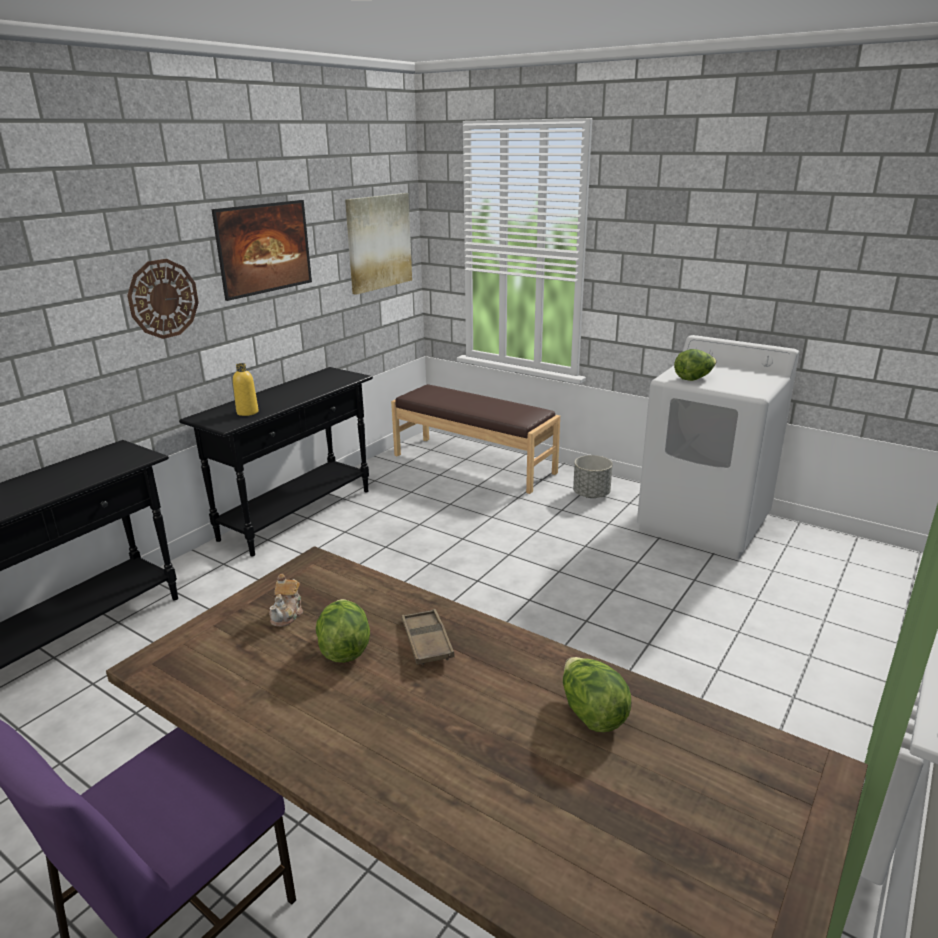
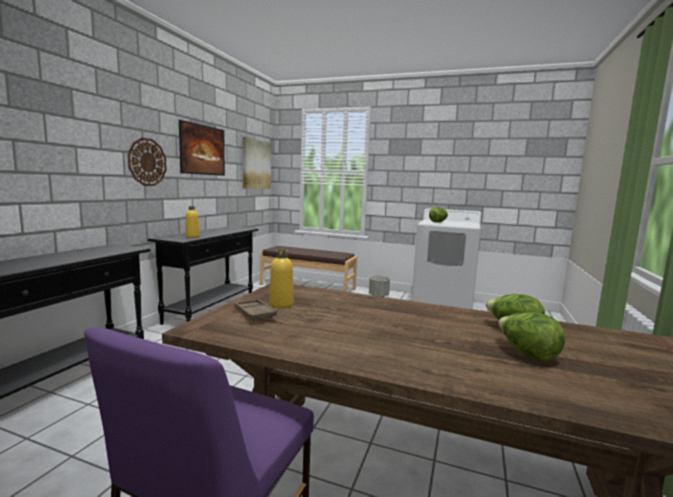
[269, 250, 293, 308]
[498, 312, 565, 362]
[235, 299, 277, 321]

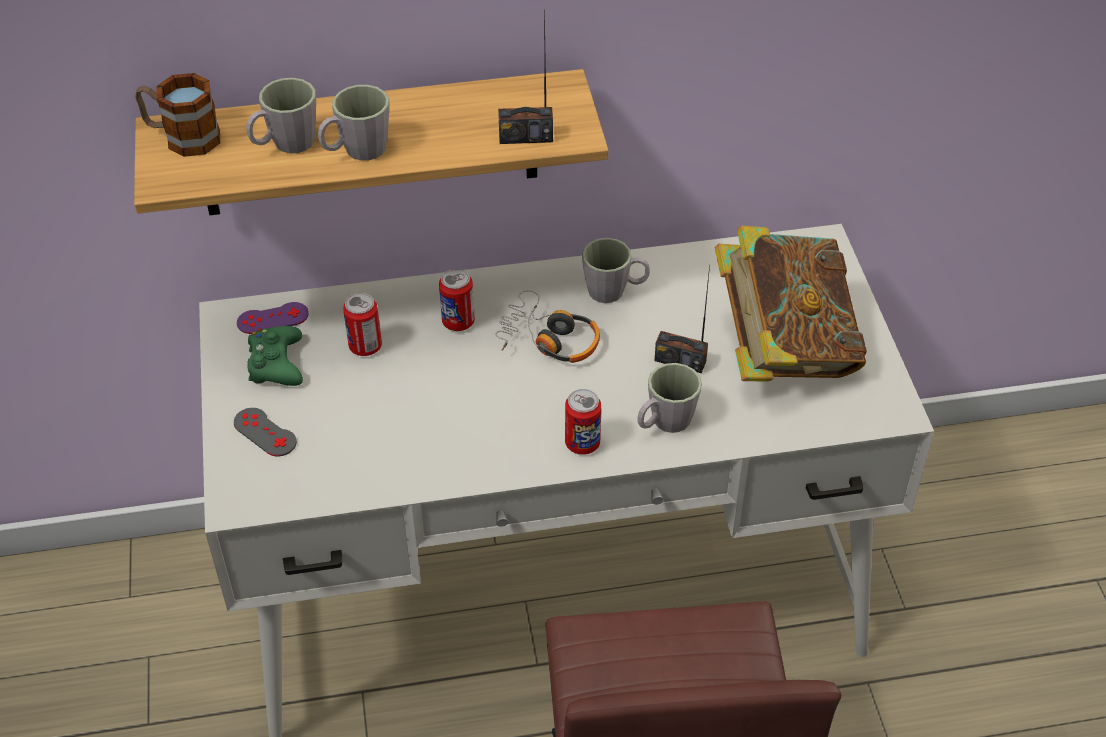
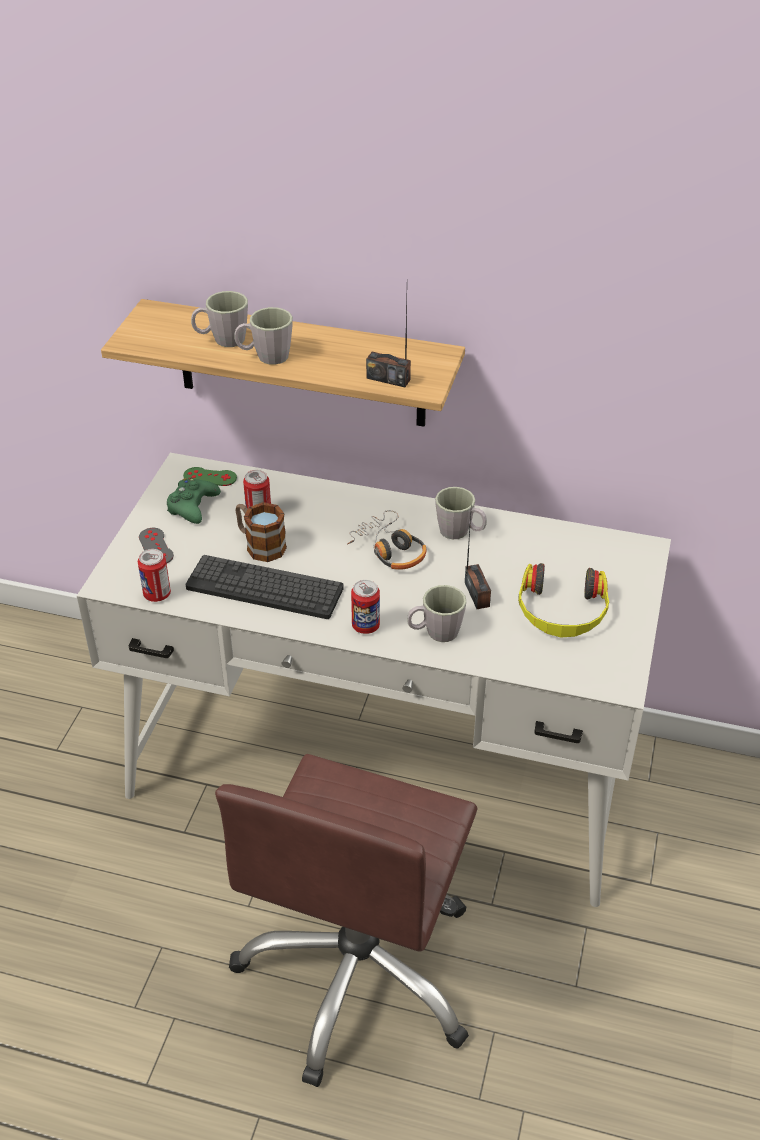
[235, 502, 287, 562]
[183, 467, 237, 486]
[138, 549, 171, 602]
[465, 514, 491, 609]
[518, 563, 609, 637]
[185, 555, 344, 619]

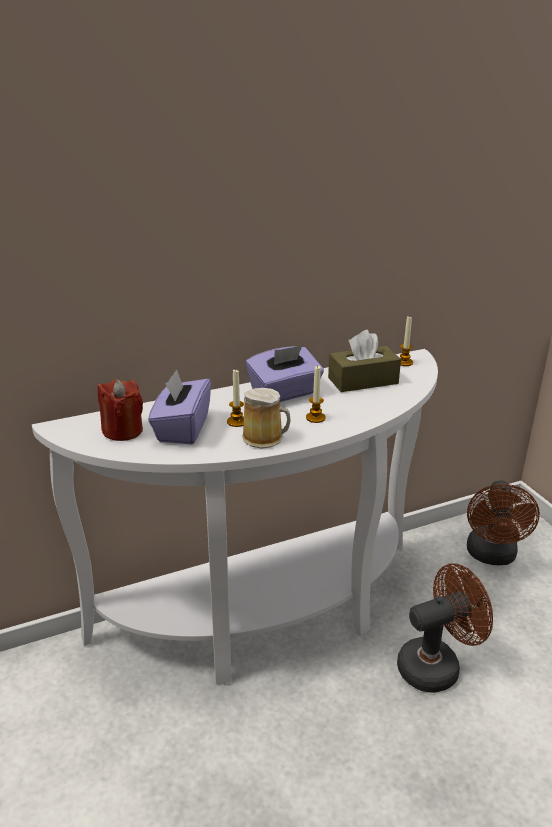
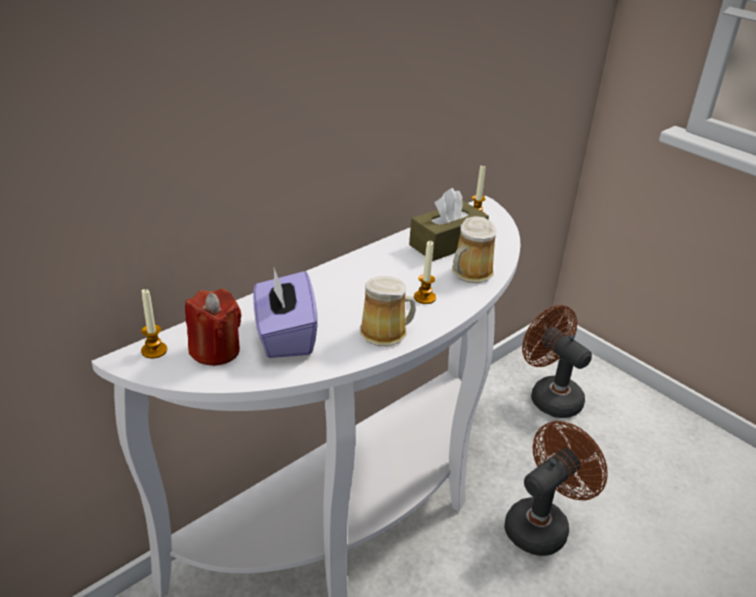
[141, 289, 167, 359]
[246, 345, 324, 402] (first image)
[522, 305, 592, 418]
[452, 216, 497, 283]

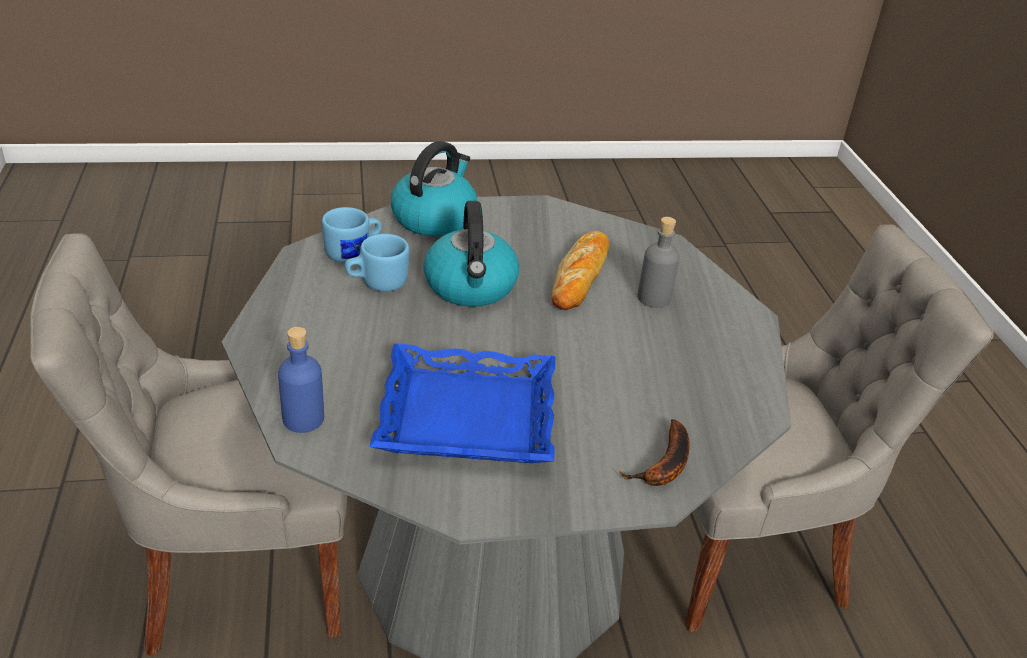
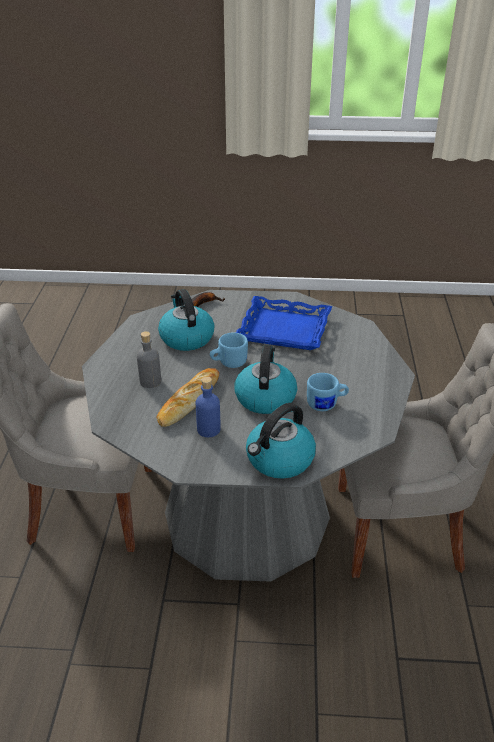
[196, 377, 220, 437]
[210, 332, 248, 368]
[158, 289, 214, 351]

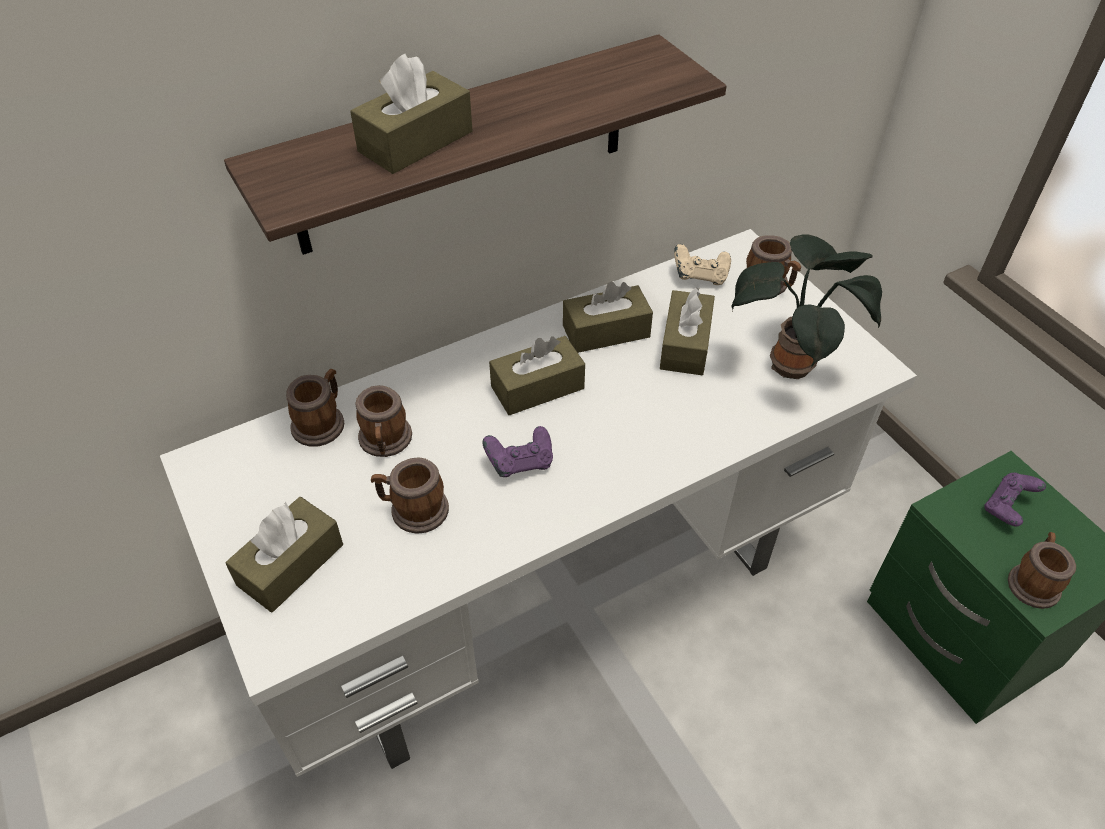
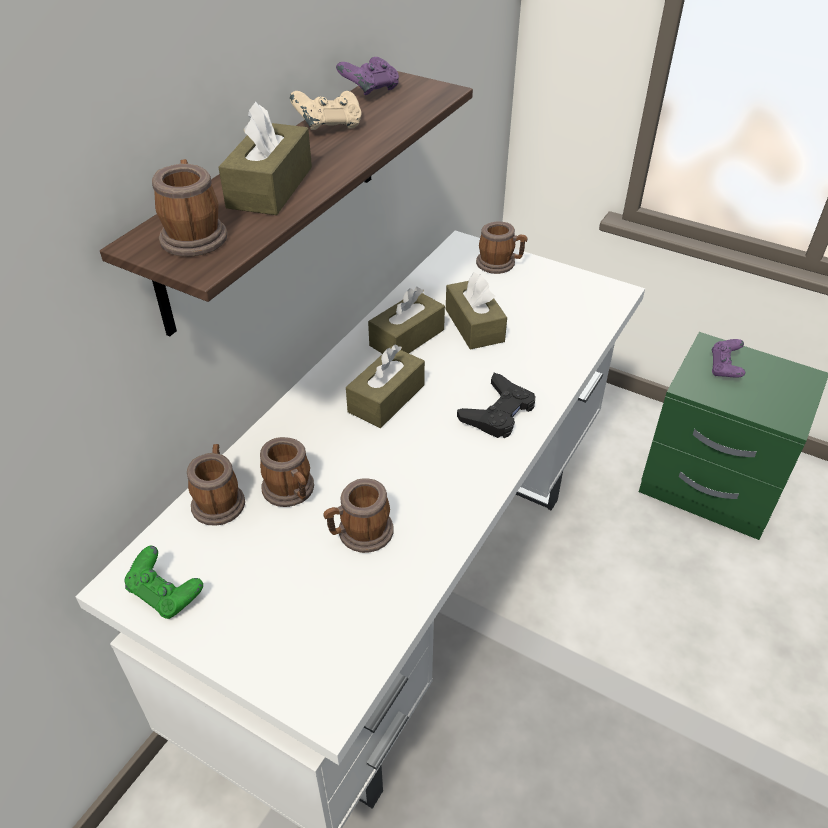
[225, 497, 343, 613] (first image)
[336, 57, 399, 95]
[290, 91, 361, 130]
[732, 234, 882, 379] (first image)
[152, 159, 228, 257]
[125, 546, 203, 619]
[457, 373, 535, 438]

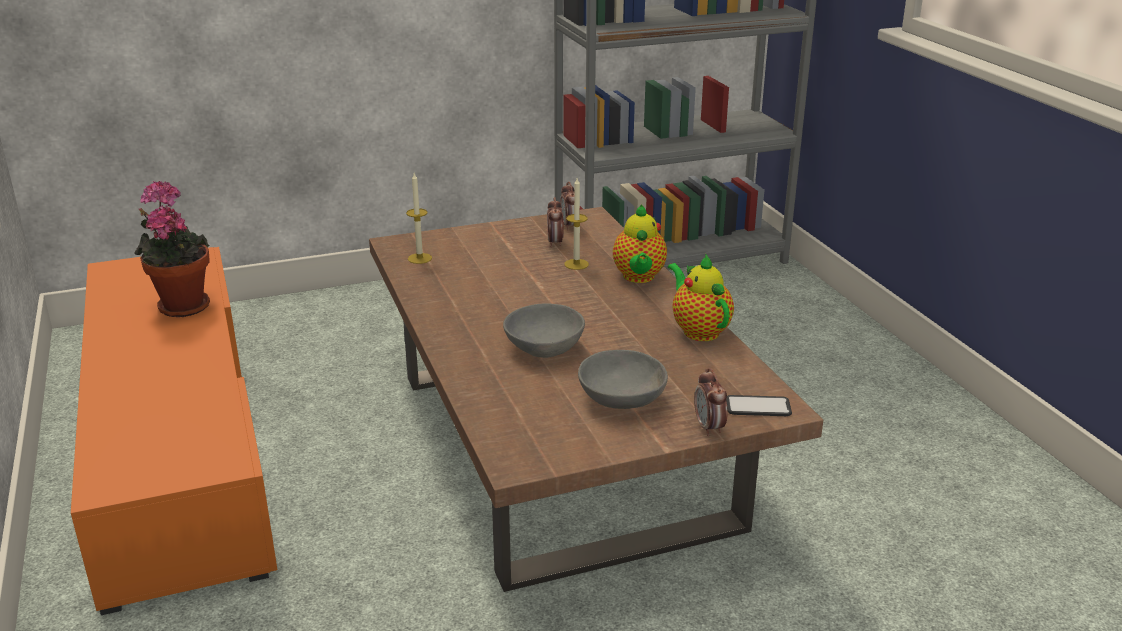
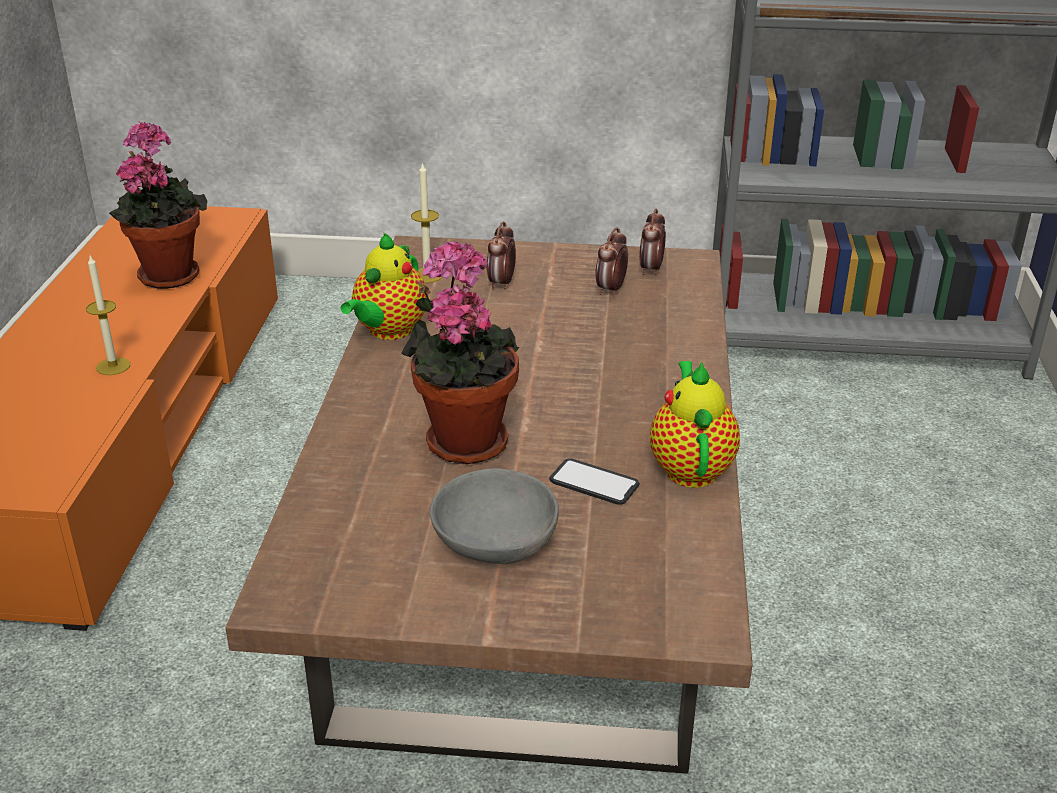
[402, 241, 519, 465]
[86, 256, 131, 375]
[341, 233, 428, 340]
[487, 221, 516, 290]
[549, 458, 640, 505]

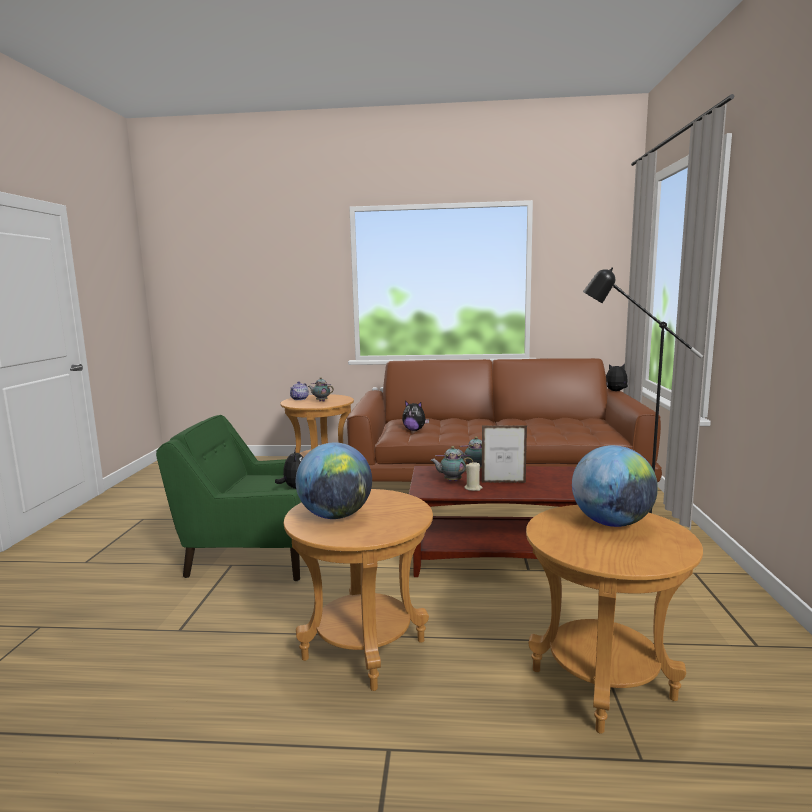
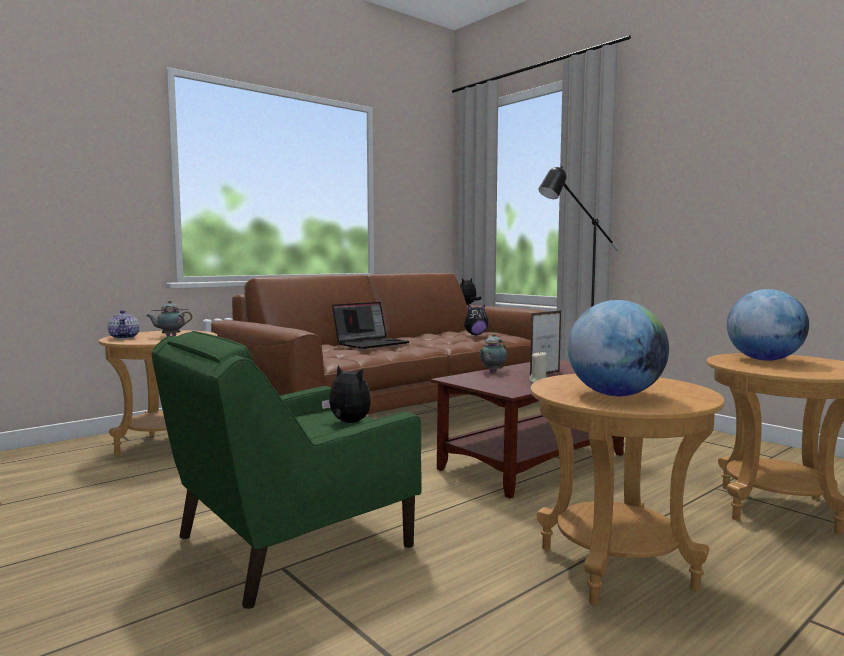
[464, 305, 488, 335]
[430, 446, 473, 481] (first image)
[332, 302, 410, 349]

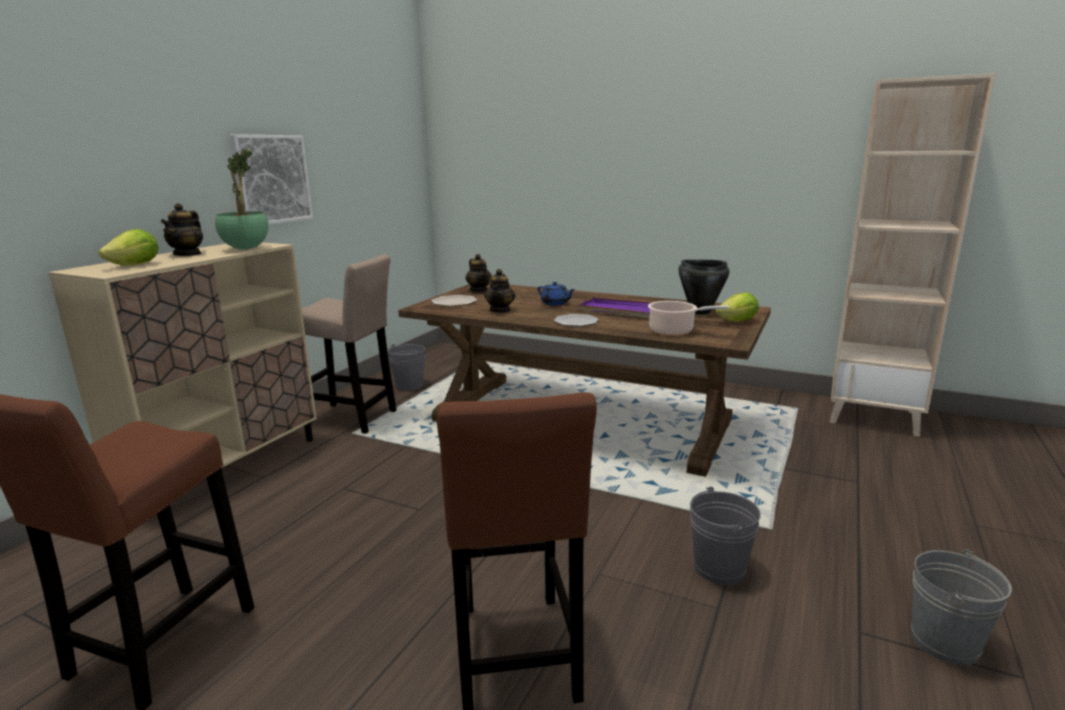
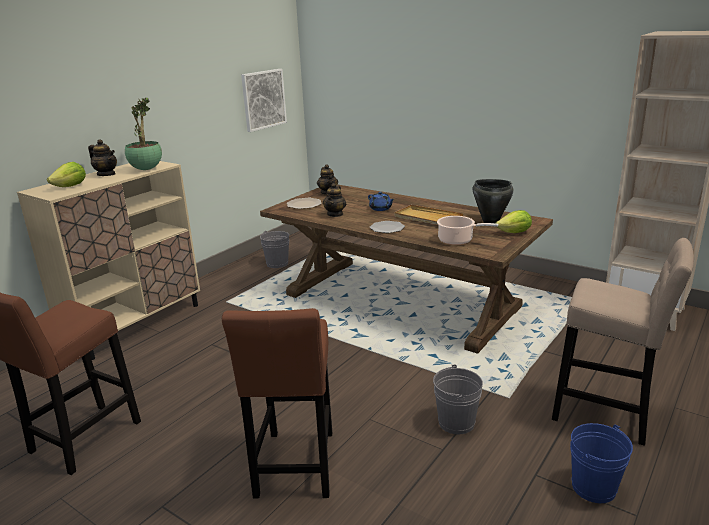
[88, 139, 117, 176]
[241, 69, 287, 132]
[552, 238, 694, 446]
[395, 205, 464, 224]
[570, 423, 633, 503]

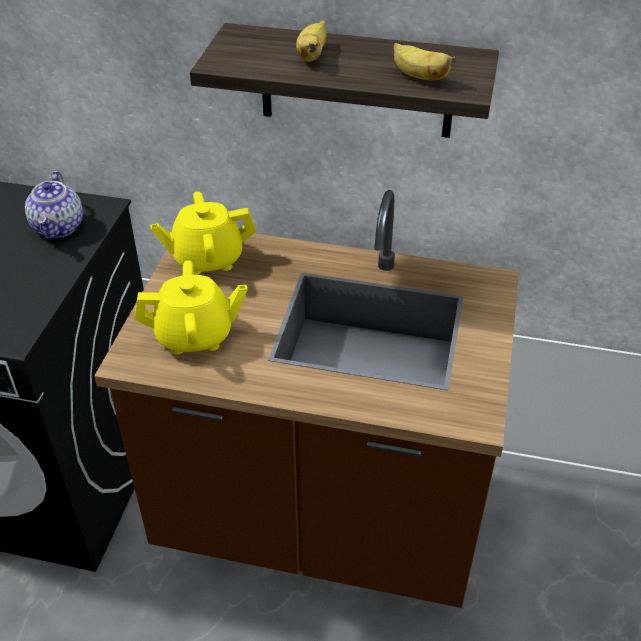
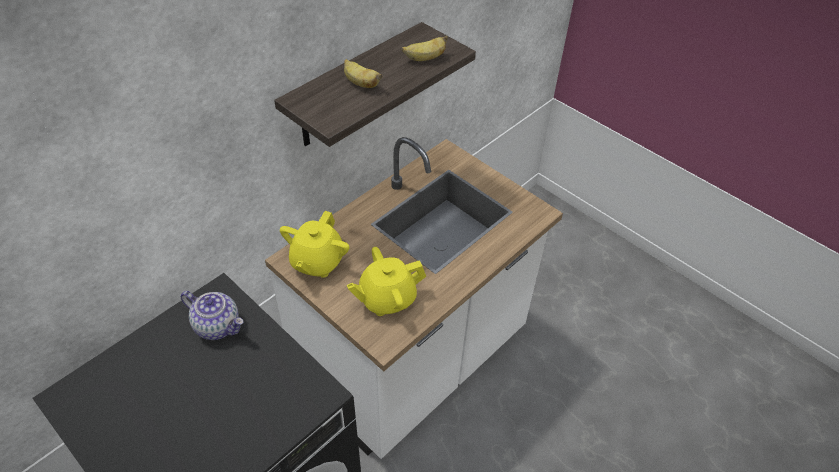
[265, 137, 563, 459]
[347, 247, 426, 316]

